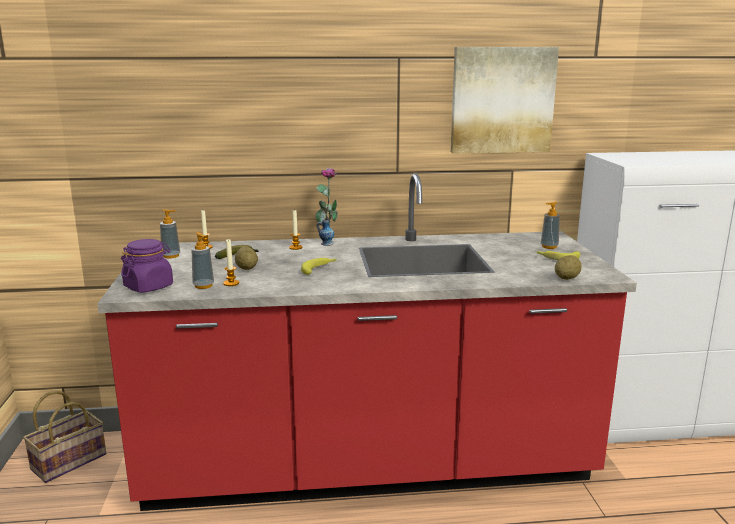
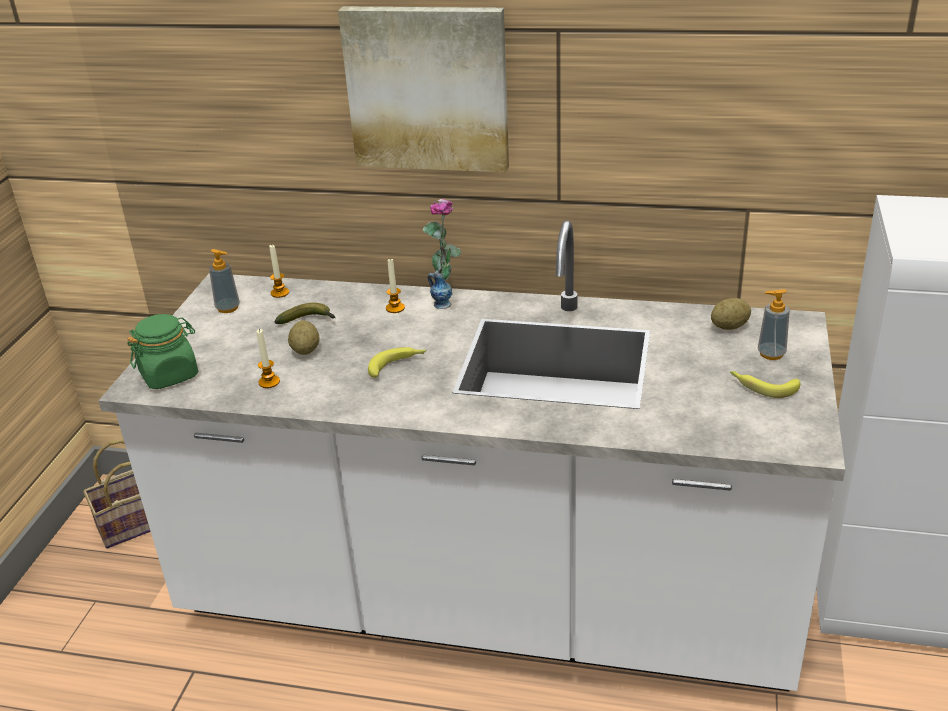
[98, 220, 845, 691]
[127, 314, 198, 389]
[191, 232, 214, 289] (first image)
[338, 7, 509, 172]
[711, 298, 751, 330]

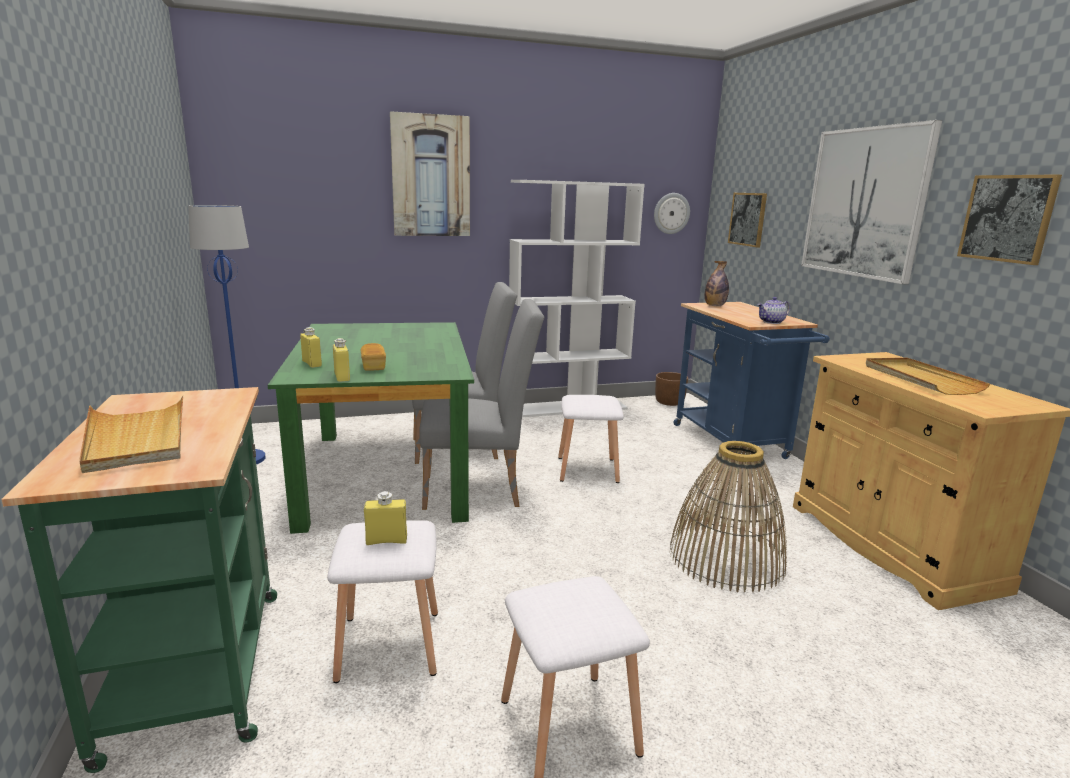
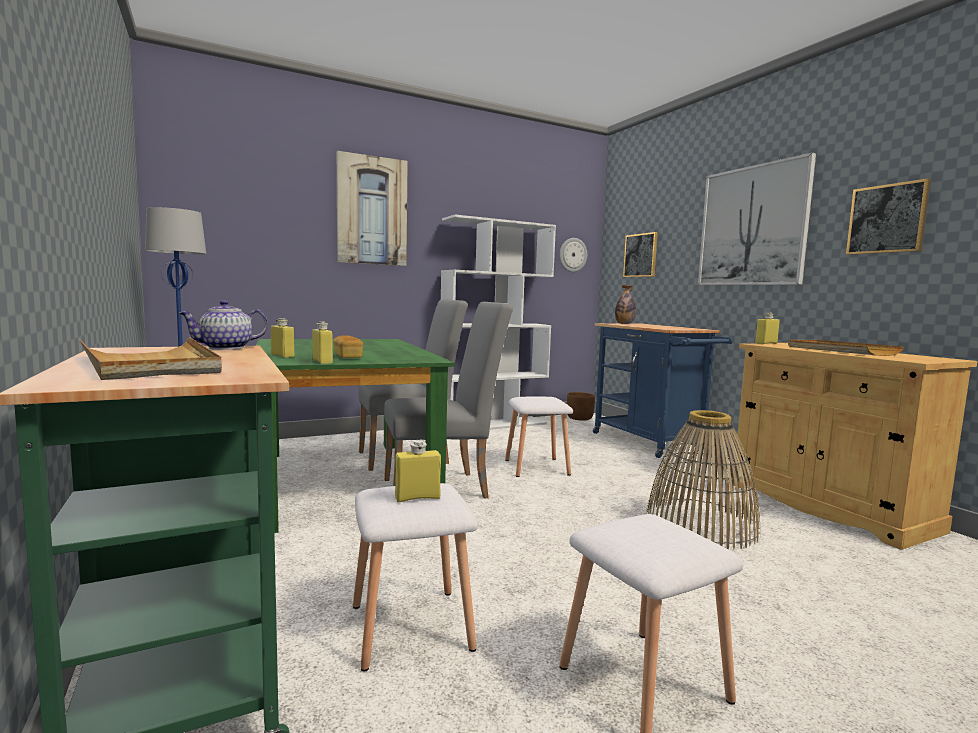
[179, 300, 268, 350]
[755, 312, 780, 344]

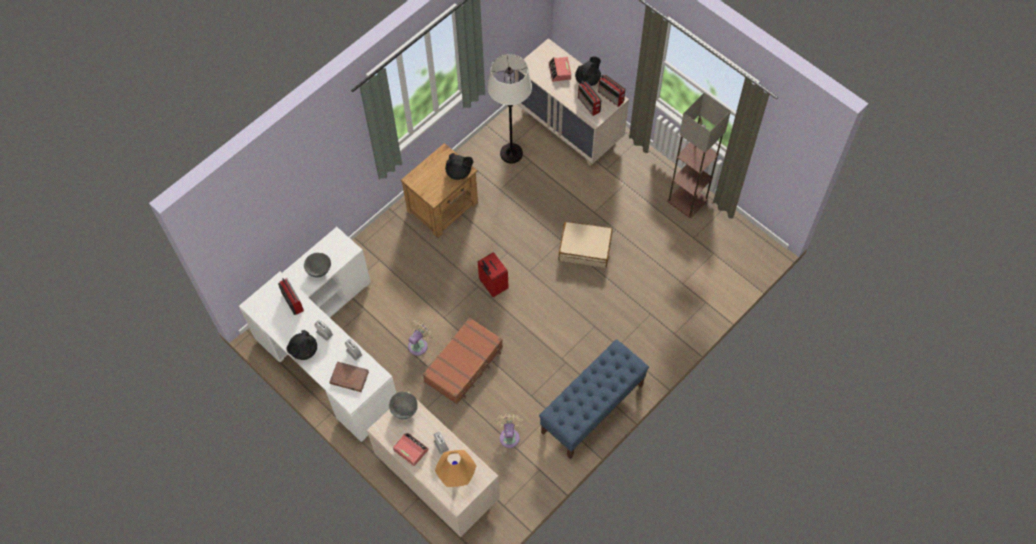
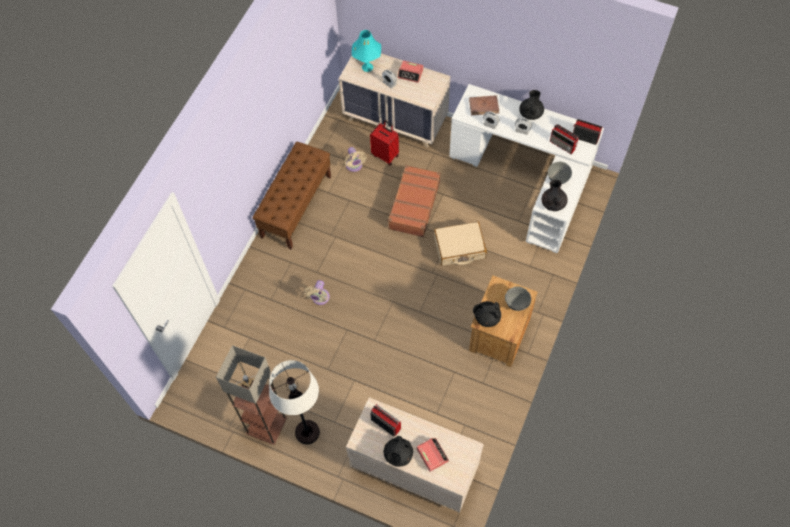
[505, 286, 531, 311]
[304, 280, 330, 305]
[352, 30, 381, 72]
[370, 120, 399, 165]
[269, 360, 320, 444]
[252, 142, 331, 250]
[434, 221, 487, 266]
[573, 119, 602, 145]
[542, 180, 568, 211]

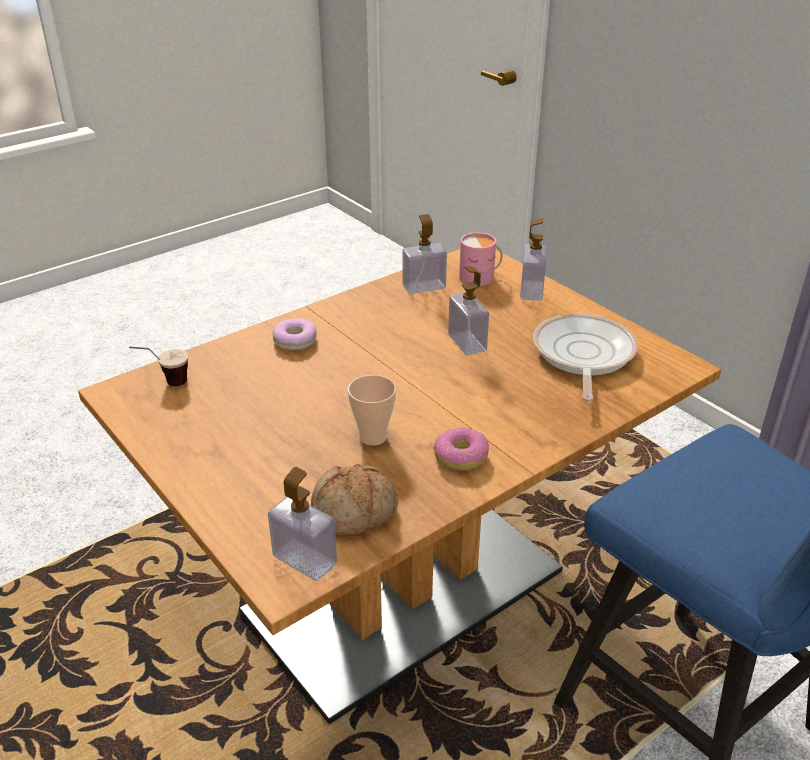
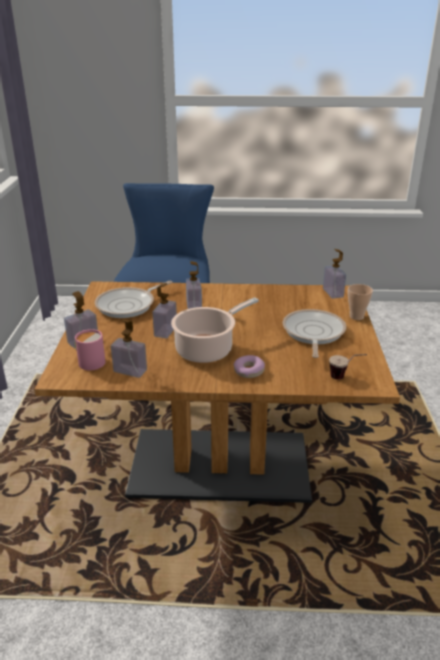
[311, 464, 398, 537] (first image)
[348, 284, 373, 320]
[434, 427, 489, 471] (first image)
[171, 297, 259, 363]
[186, 261, 202, 309]
[283, 309, 346, 358]

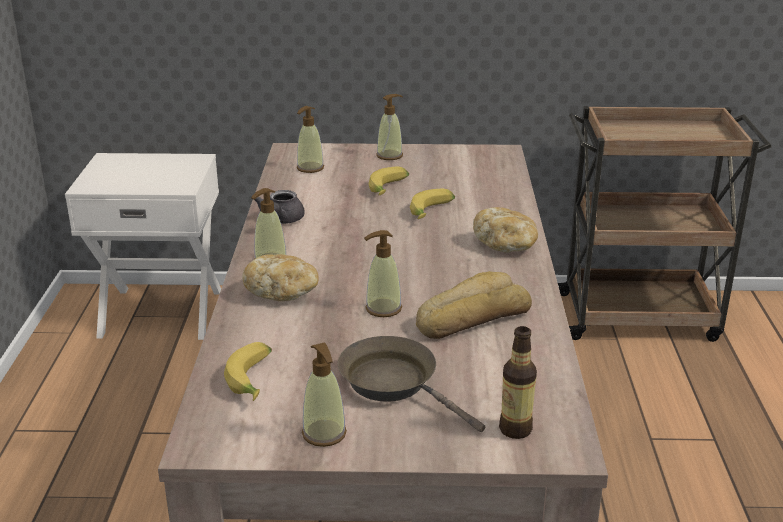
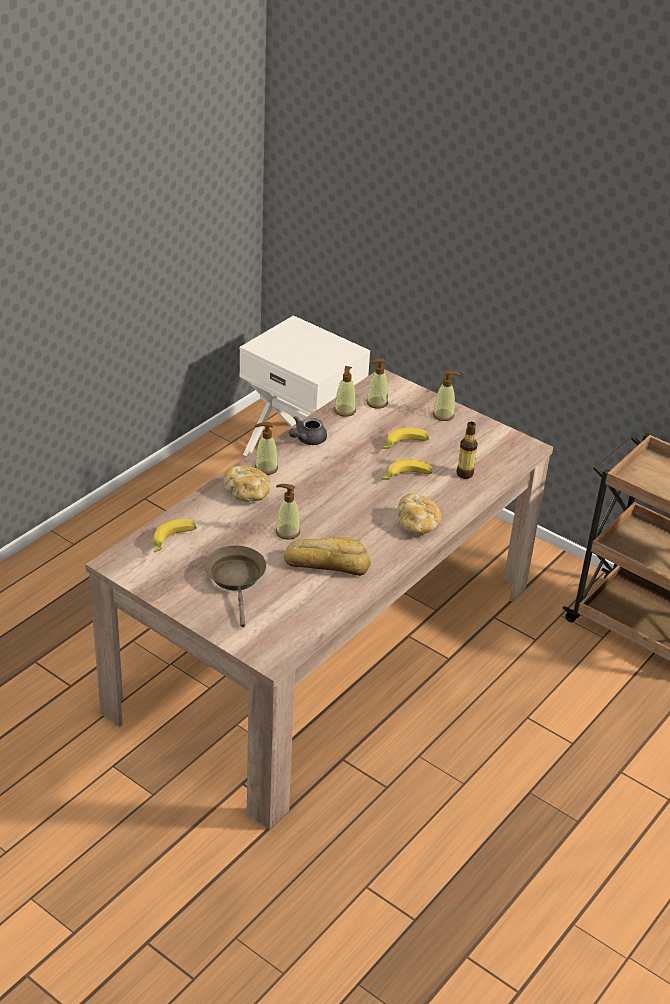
[334, 366, 356, 417]
[457, 422, 478, 479]

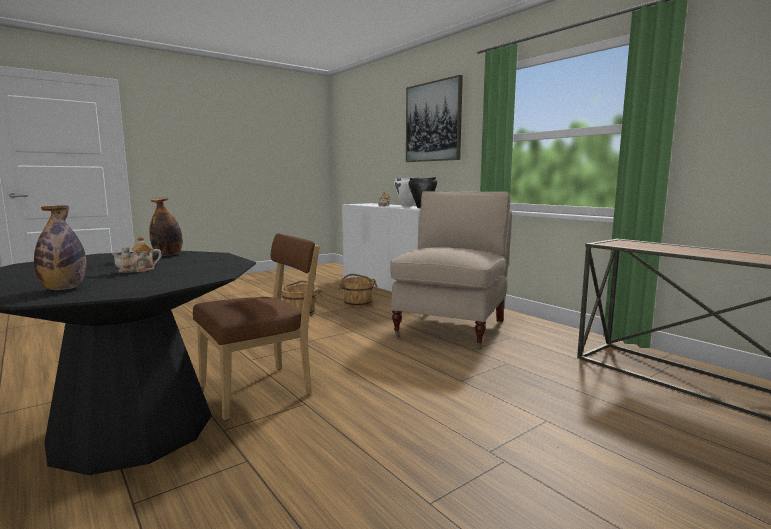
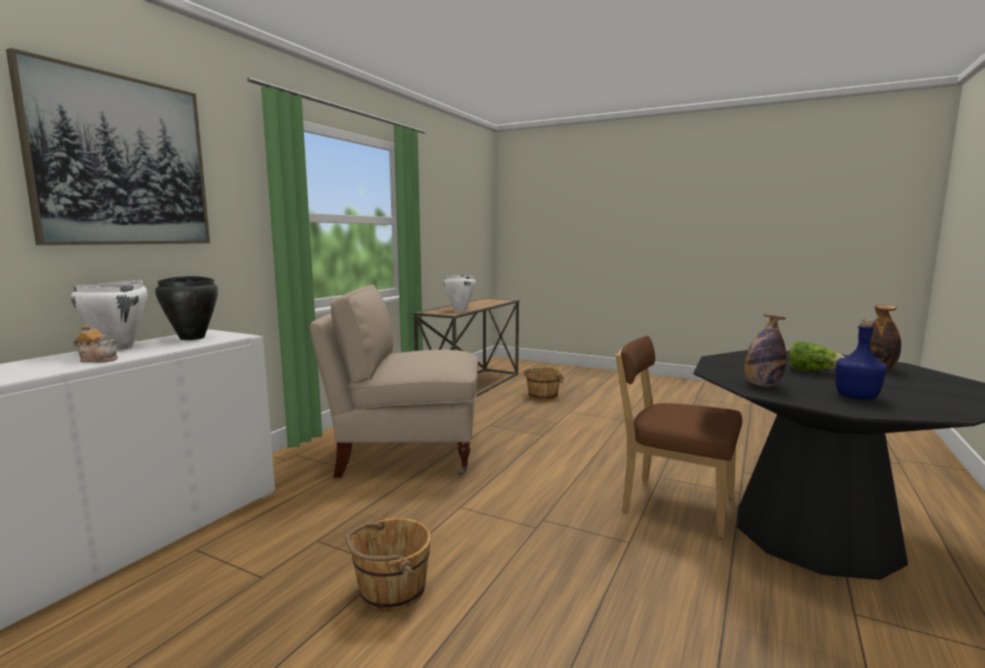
[789, 341, 845, 371]
[524, 367, 564, 400]
[444, 275, 476, 311]
[835, 320, 887, 400]

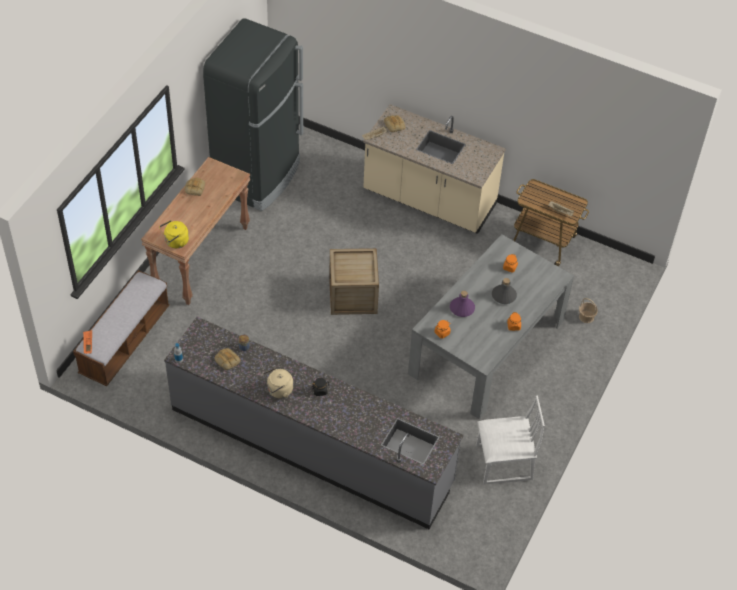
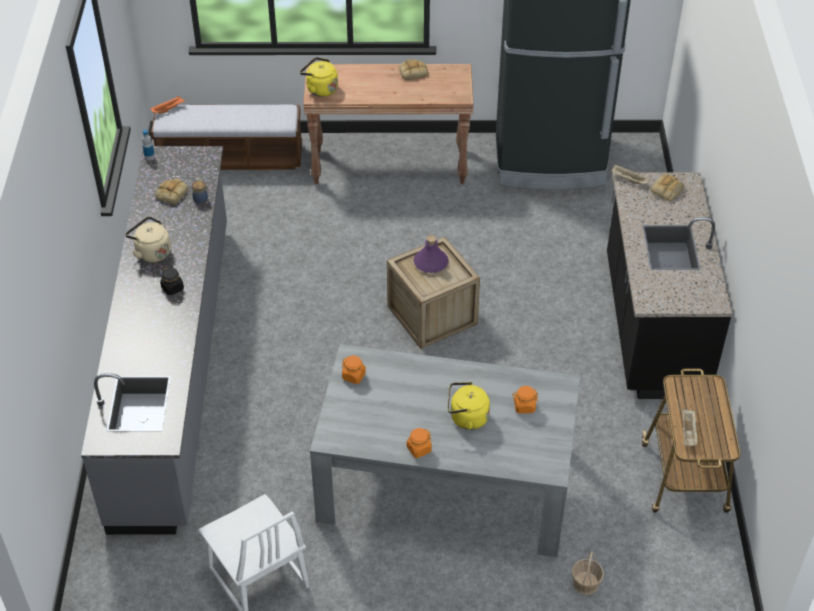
[607, 173, 732, 399]
[414, 235, 449, 273]
[448, 382, 490, 430]

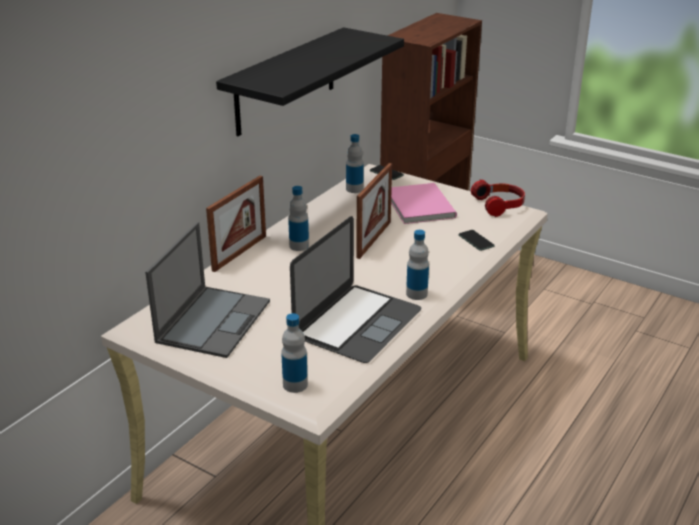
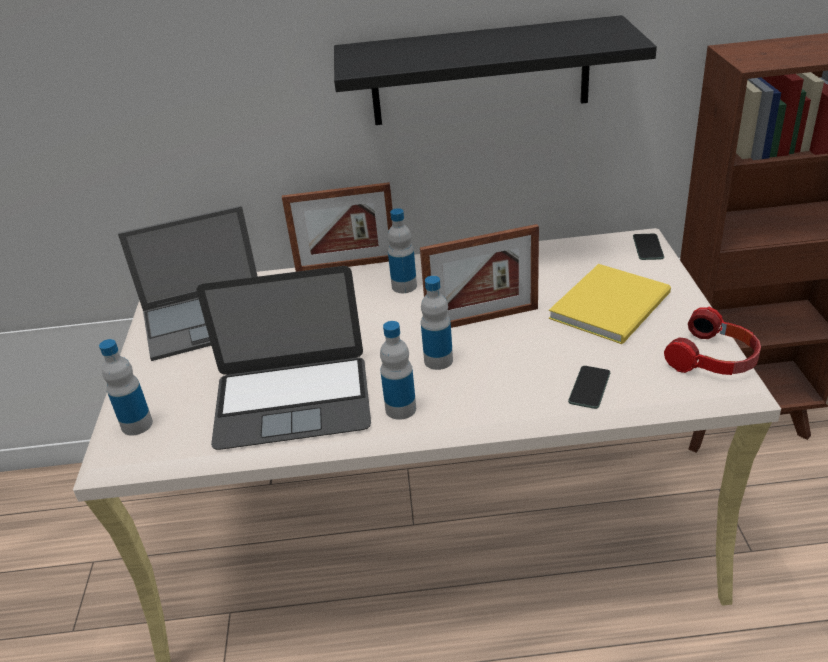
[421, 276, 453, 370]
[549, 264, 671, 344]

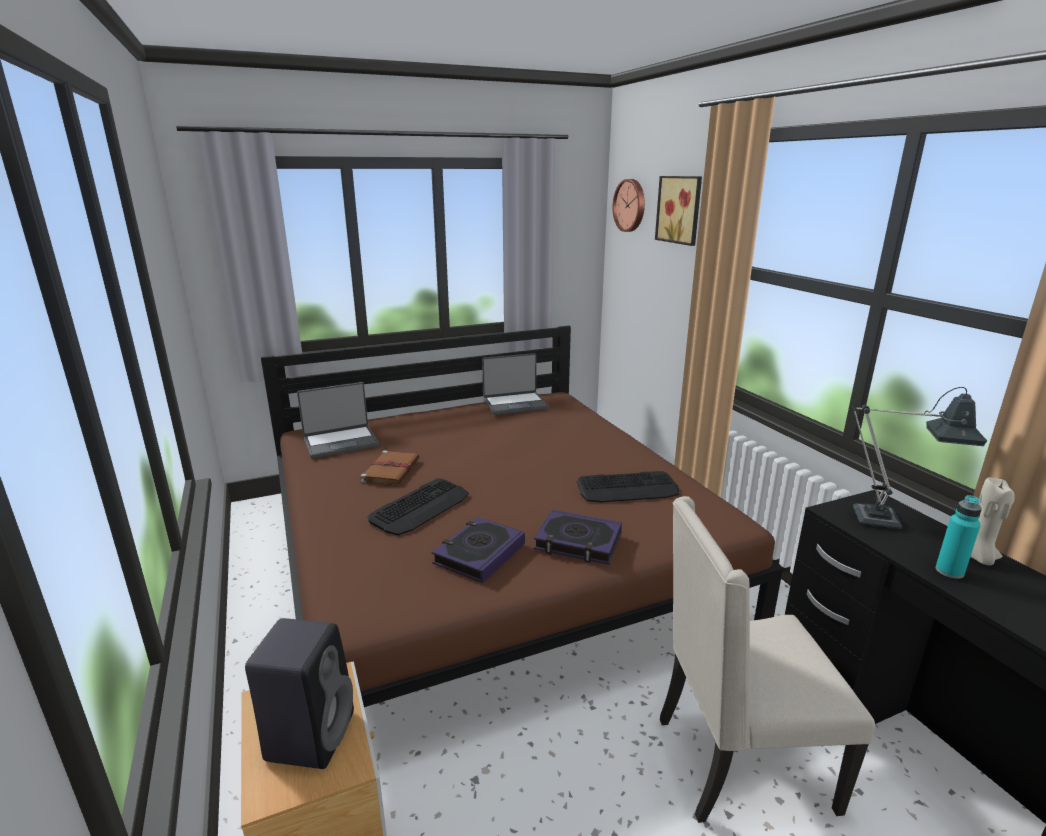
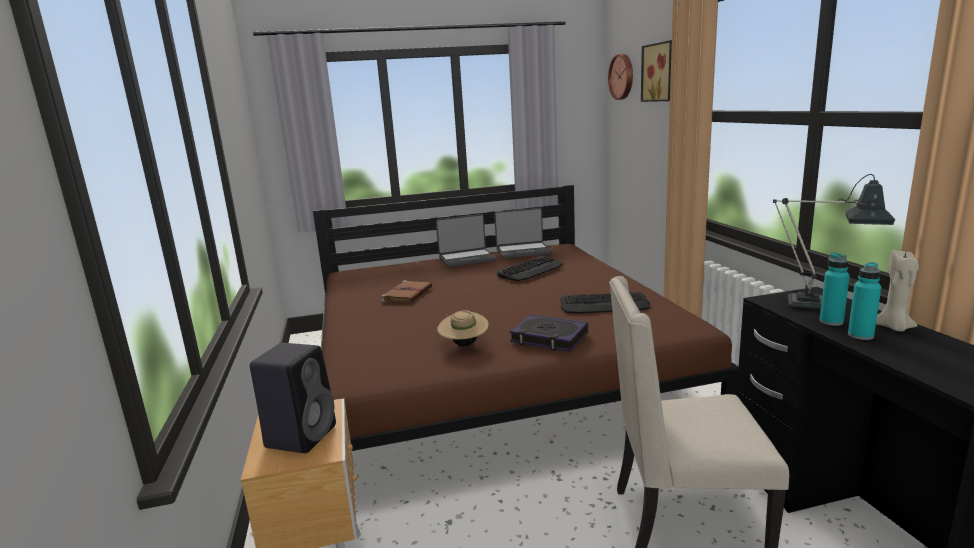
[436, 214, 496, 267]
[497, 256, 563, 281]
[437, 310, 489, 346]
[820, 253, 850, 326]

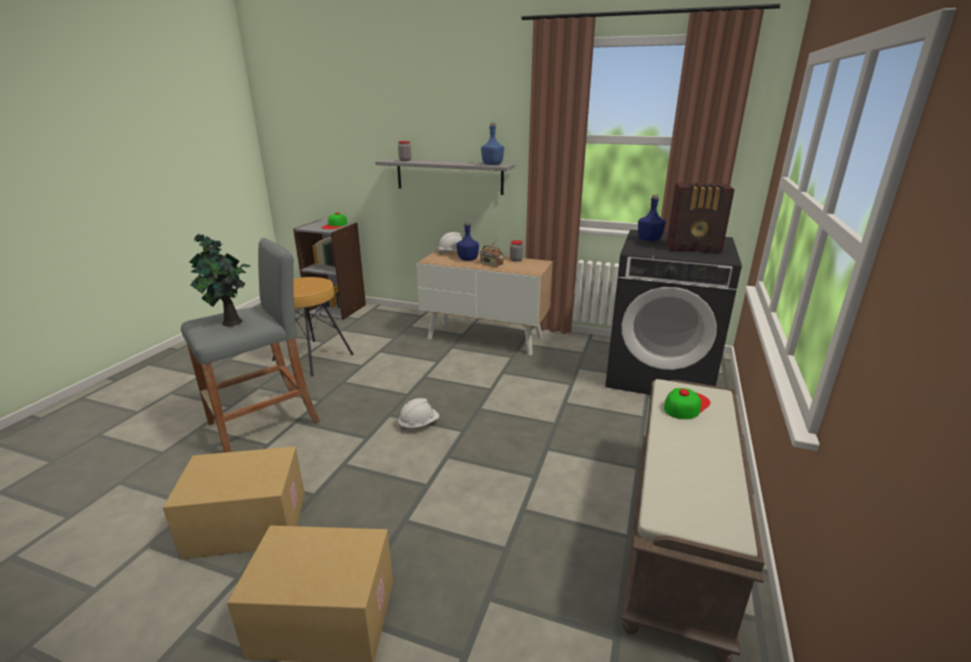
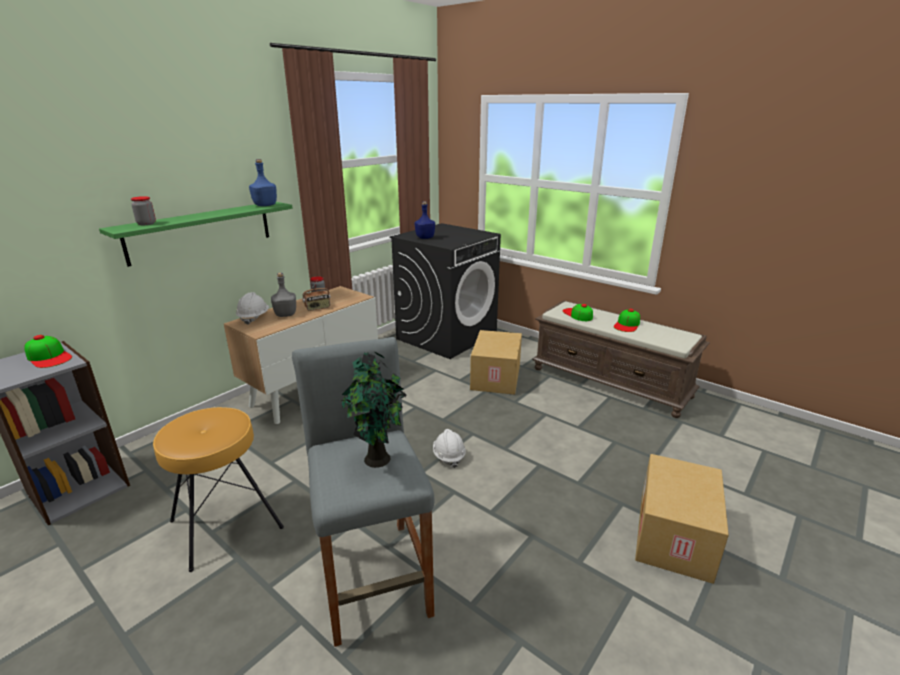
[470, 330, 522, 395]
[99, 202, 293, 267]
[271, 272, 296, 317]
[667, 182, 735, 254] (first image)
[614, 309, 640, 332]

